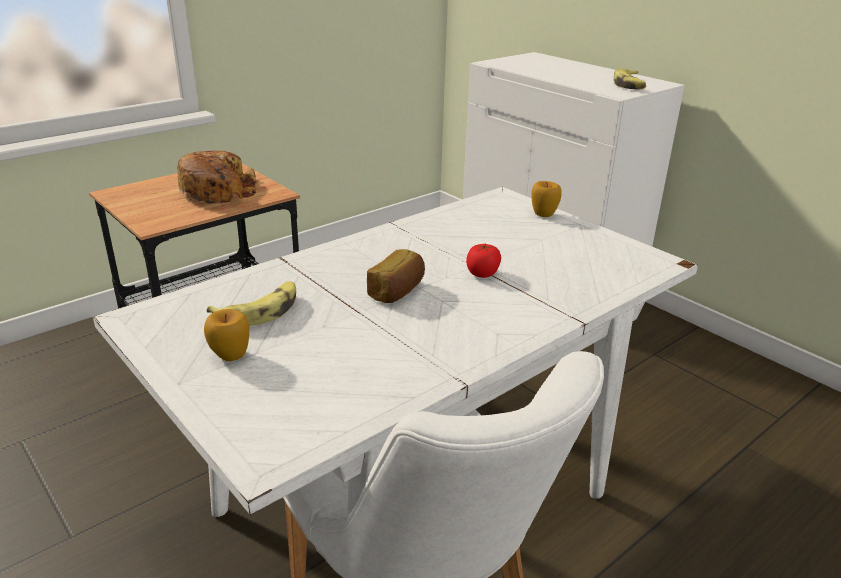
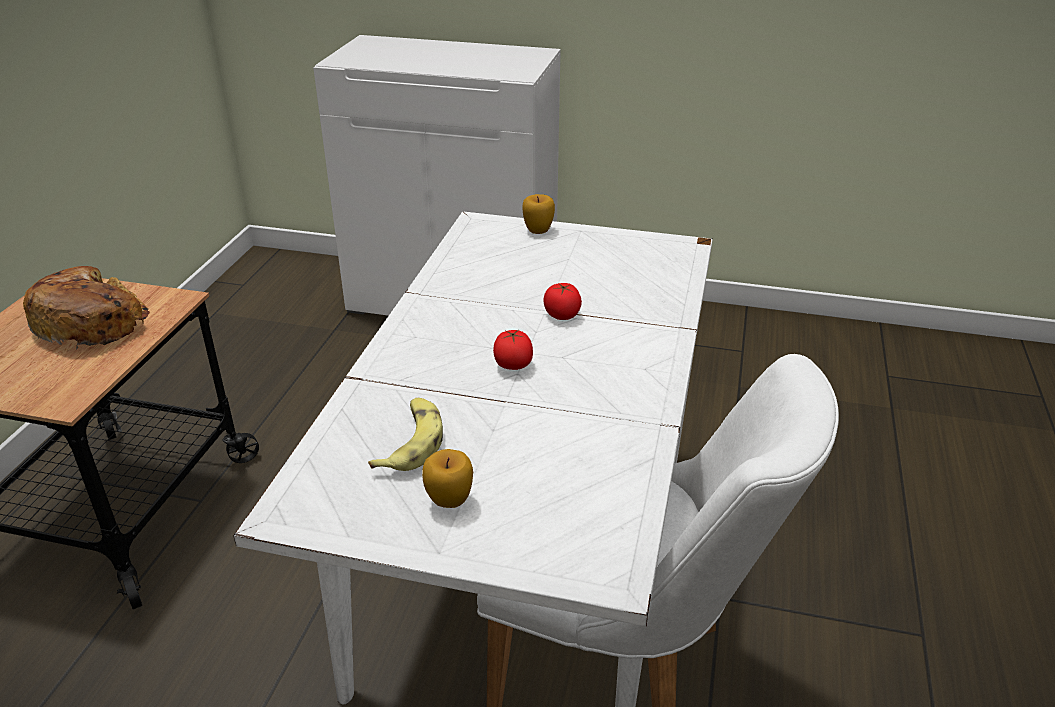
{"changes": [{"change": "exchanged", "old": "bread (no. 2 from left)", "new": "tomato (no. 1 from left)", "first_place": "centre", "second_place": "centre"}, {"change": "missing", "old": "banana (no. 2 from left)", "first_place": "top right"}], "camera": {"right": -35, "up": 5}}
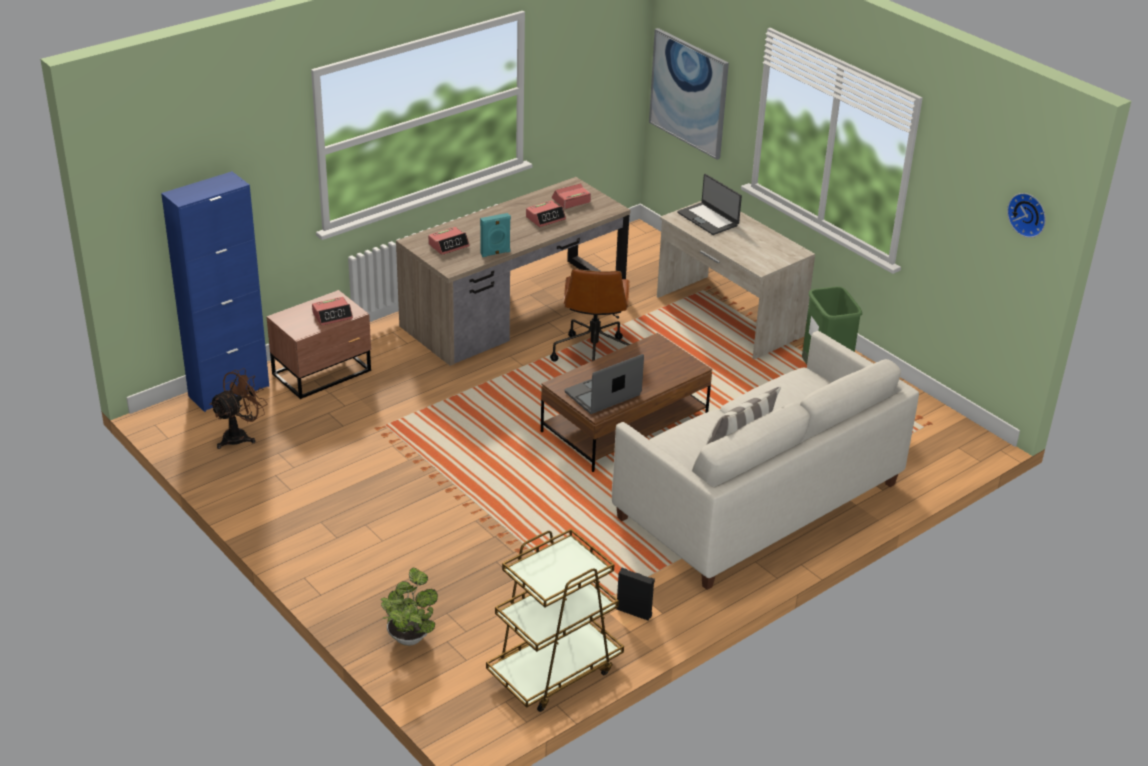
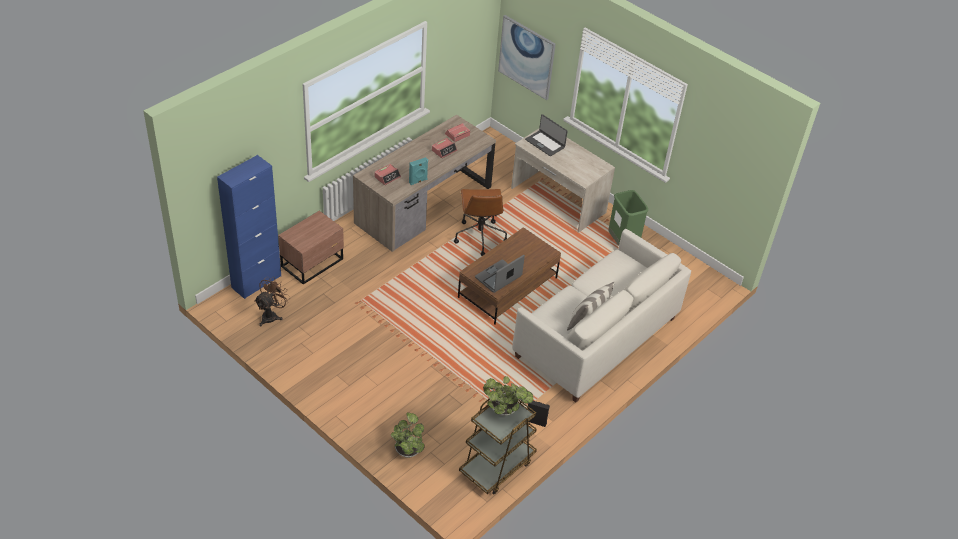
{"changes": [{"change": "missing", "old": "alarm clock (no. 1 from left)", "first_place": "middle left"}, {"change": "missing", "old": "wall clock", "first_place": "top right"}, {"change": "appeared", "new": "potted plant (no. 2 from left)", "second_place": "bottom centre"}], "camera": {"right": -10, "up": 10}}
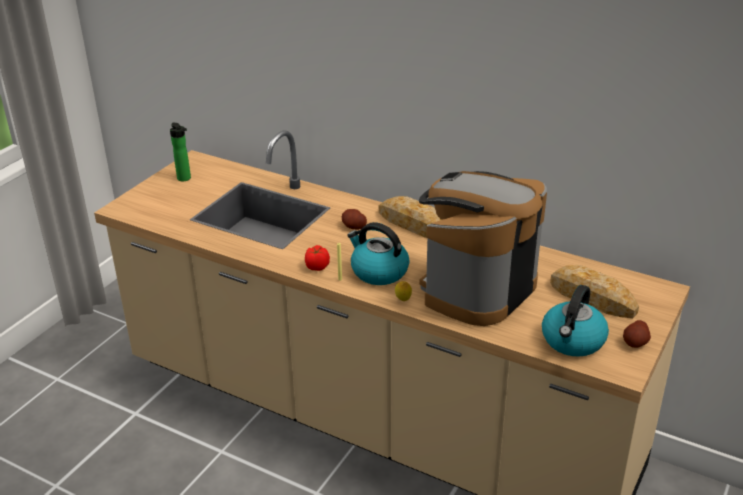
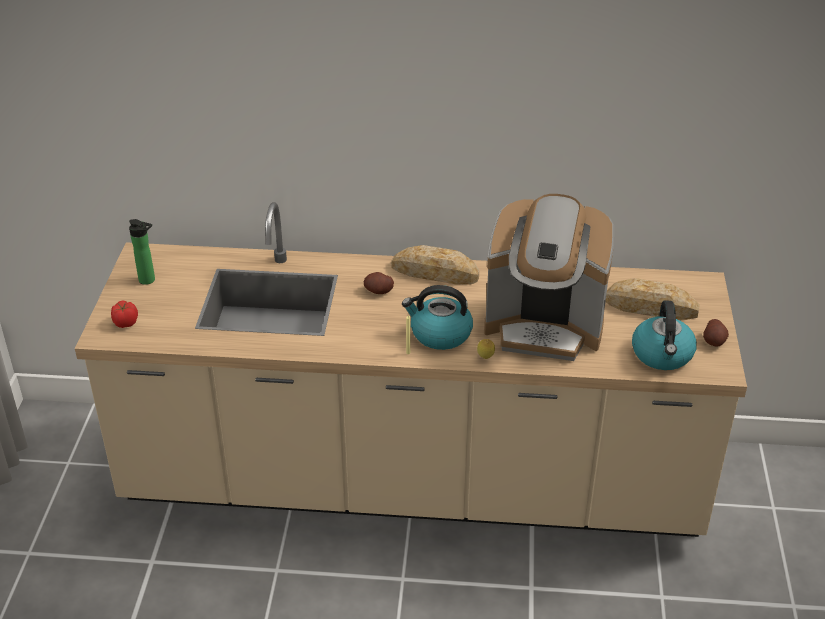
{"changes": [{"change": "relocated", "old": "tomato", "first_place": "centre", "second_place": "middle left"}, {"change": "spun", "old": "coffee machine", "first_place": "centre", "second_place": "centre", "degrees": -90}], "camera": {"right": -25, "up": 5}}
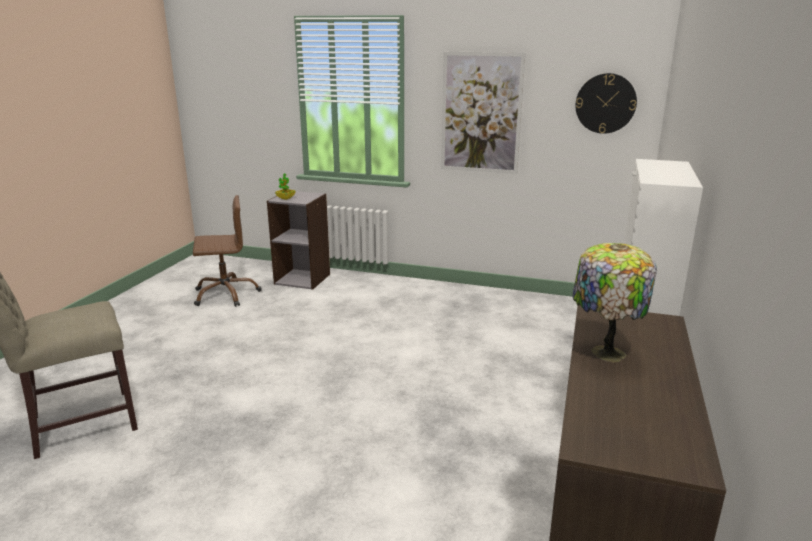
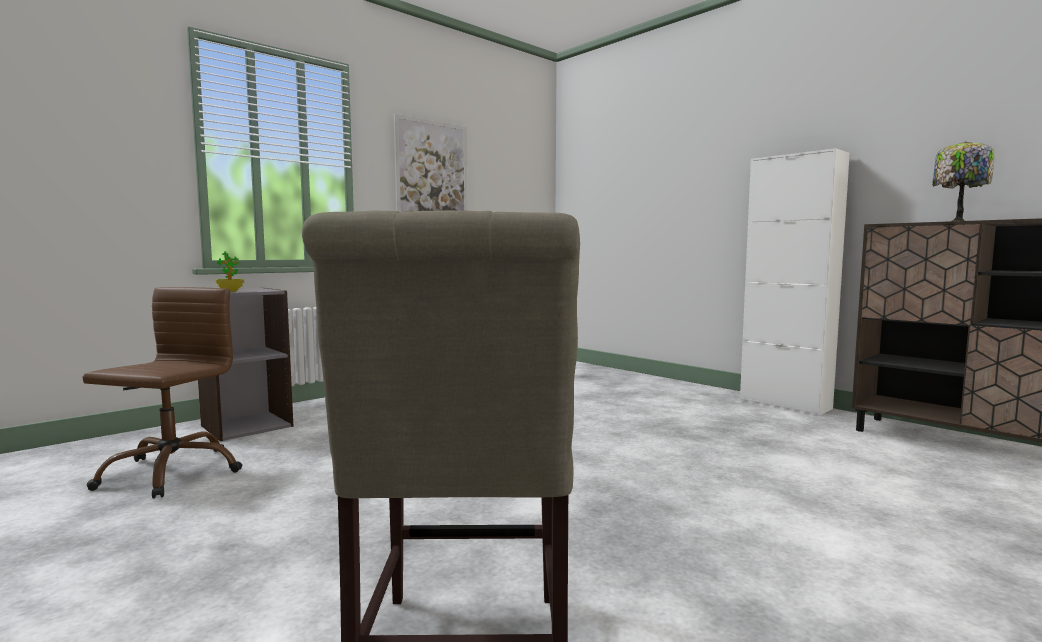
{"changes": [{"change": "missing", "old": "wall clock", "first_place": "top right"}], "camera": {"right": -60, "up": -15}}
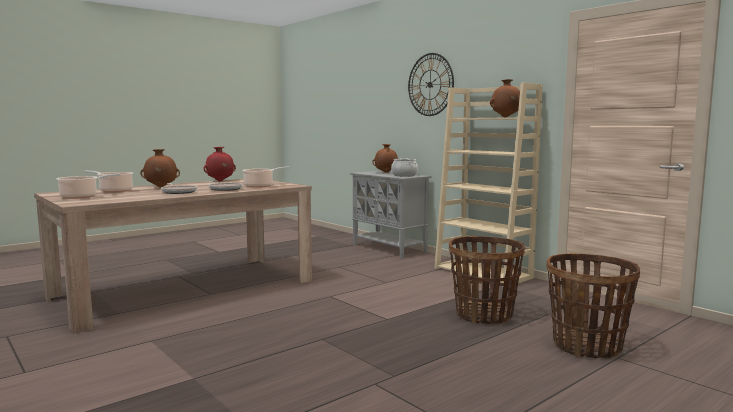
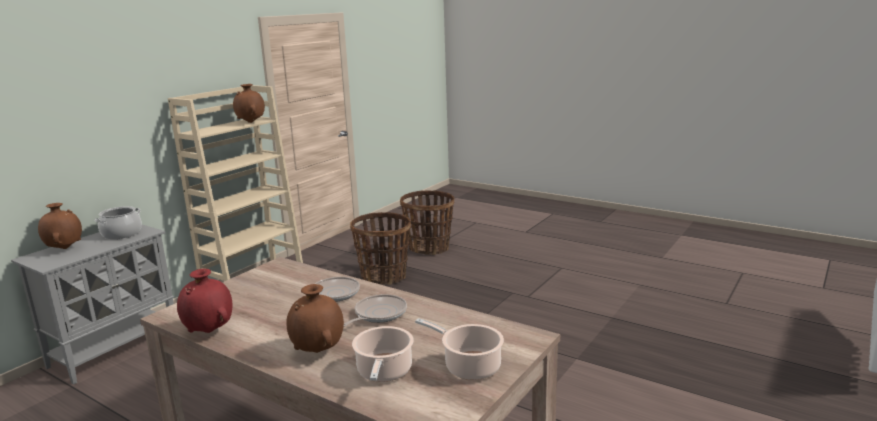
{"changes": [{"change": "missing", "old": "cooking pot (no. 3 from left)", "first_place": "centre"}, {"change": "missing", "old": "wall clock", "first_place": "top centre"}], "camera": {"right": -105, "up": 10}}
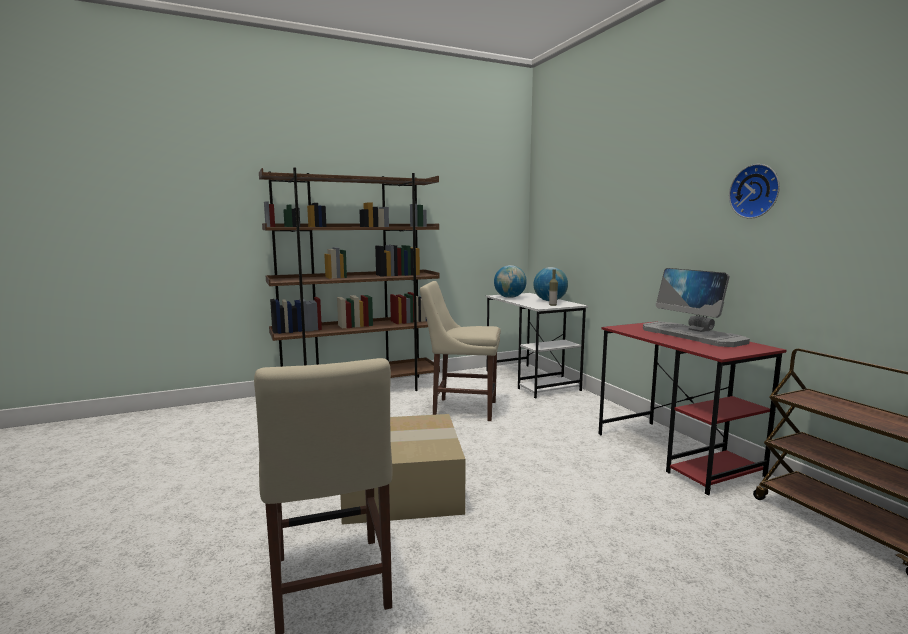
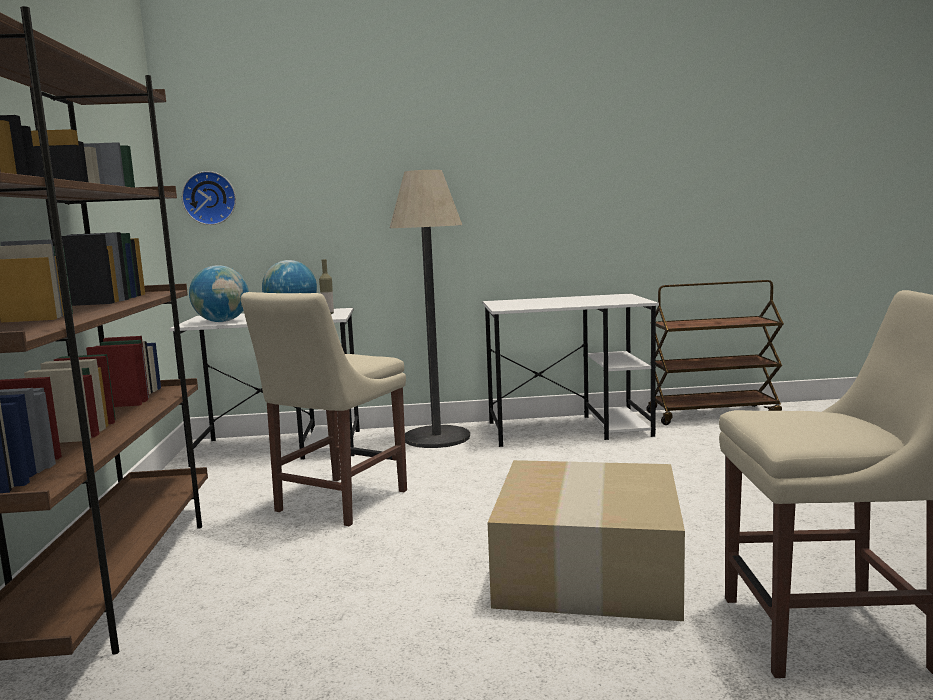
{"changes": [{"change": "colour", "old": "desk/red", "new": "desk/white (no. 2 from left)", "first_place": "middle right", "second_place": "centre"}, {"change": "missing", "old": "monitor", "first_place": "middle right"}, {"change": "relocated", "old": "wall clock", "first_place": "top right", "second_place": "top left"}, {"change": "appeared", "new": "floor lamp", "second_place": "centre"}], "camera": {"right": -70, "up": 0}}
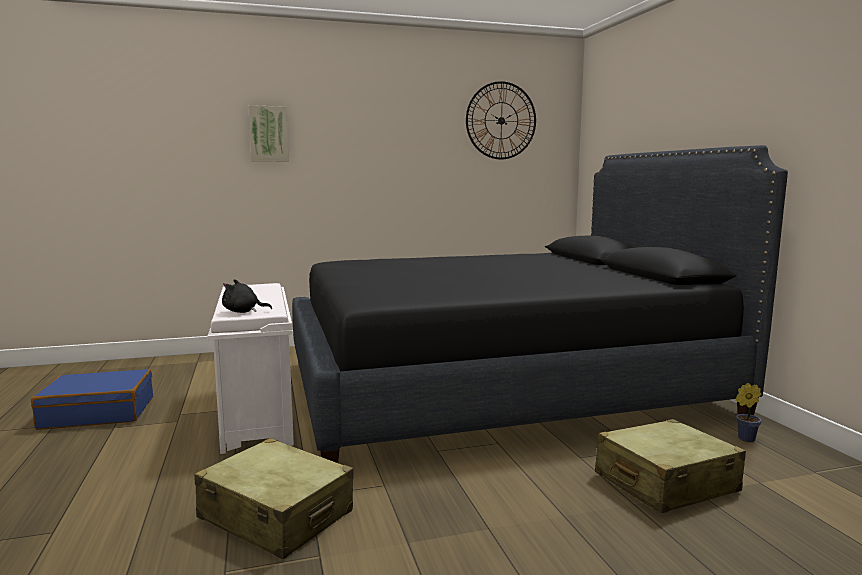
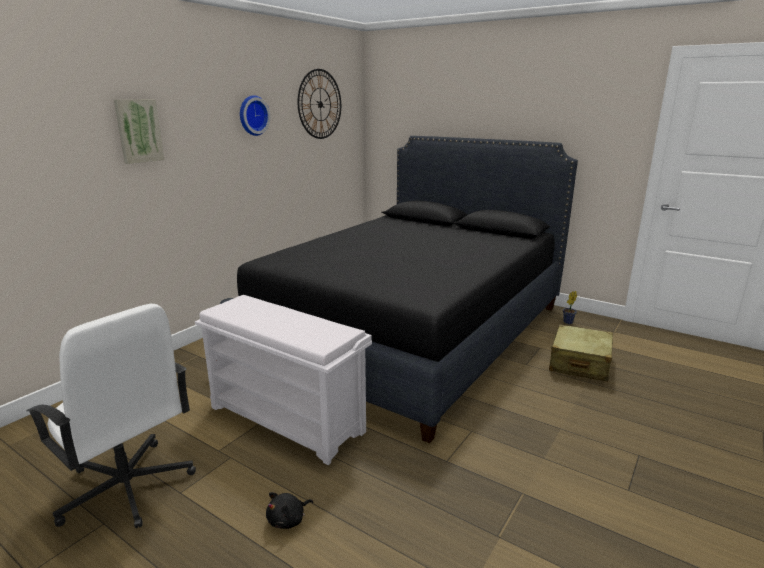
{"changes": [{"change": "exchanged", "old": "suitcase/blue", "new": "office chair/white", "first_place": "bottom left", "second_place": "bottom left"}, {"change": "missing", "old": "suitcase/beige (no. 1 from left)", "first_place": "bottom left"}, {"change": "relocated", "old": "plush toy/black", "first_place": "middle left", "second_place": "bottom centre"}, {"change": "appeared", "new": "wall clock (no. 1 from left)", "second_place": "top centre"}], "camera": {"right": -40, "up": 10}}
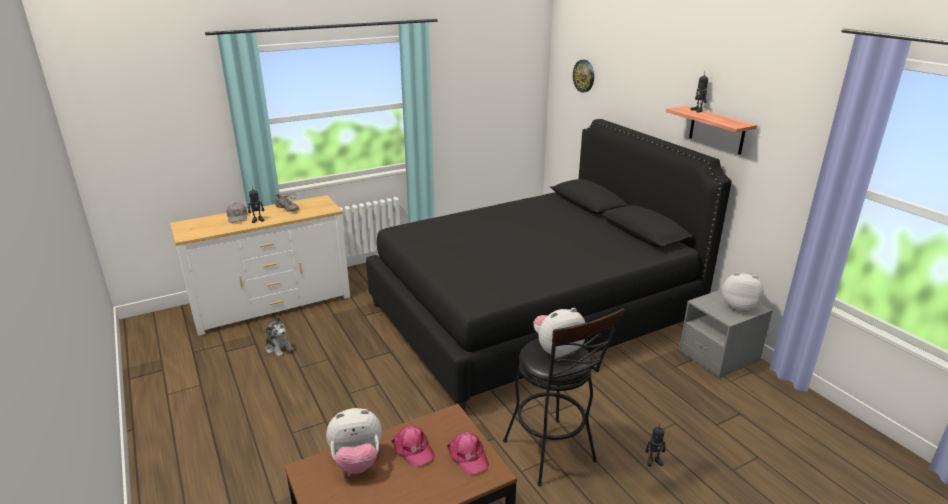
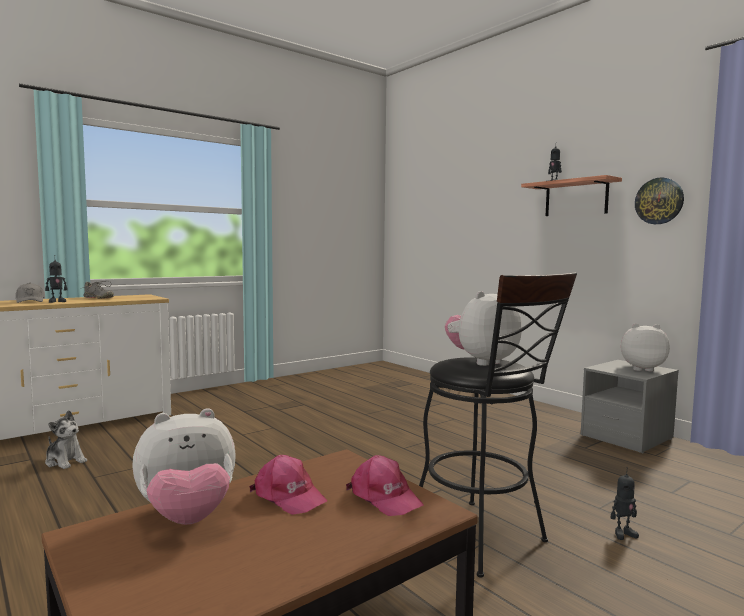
{"changes": [{"change": "missing", "old": "bed/black", "first_place": "centre"}, {"change": "relocated", "old": "wall clock", "first_place": "top centre", "second_place": "top right"}], "camera": {"right": -10, "up": -20}}
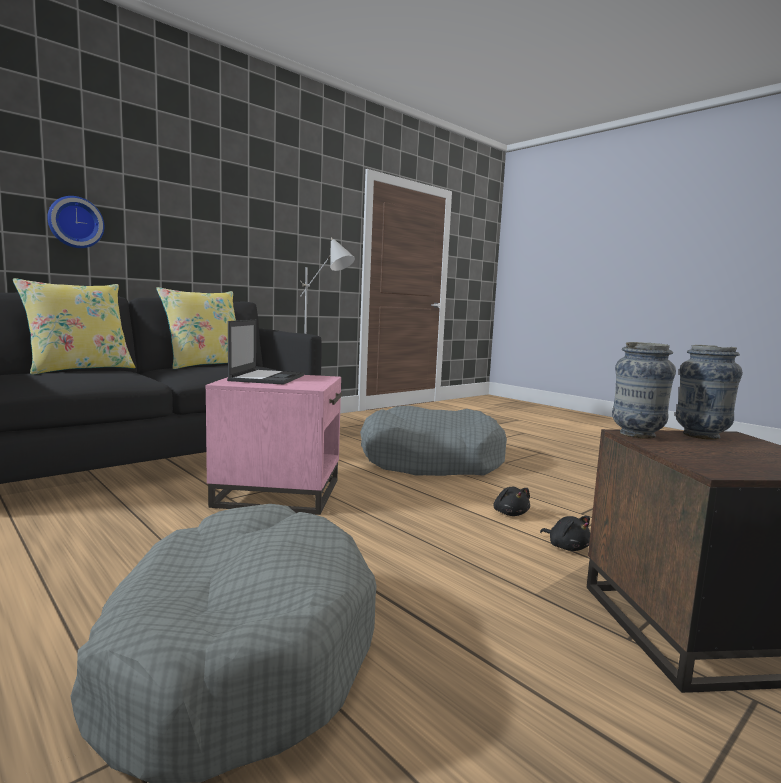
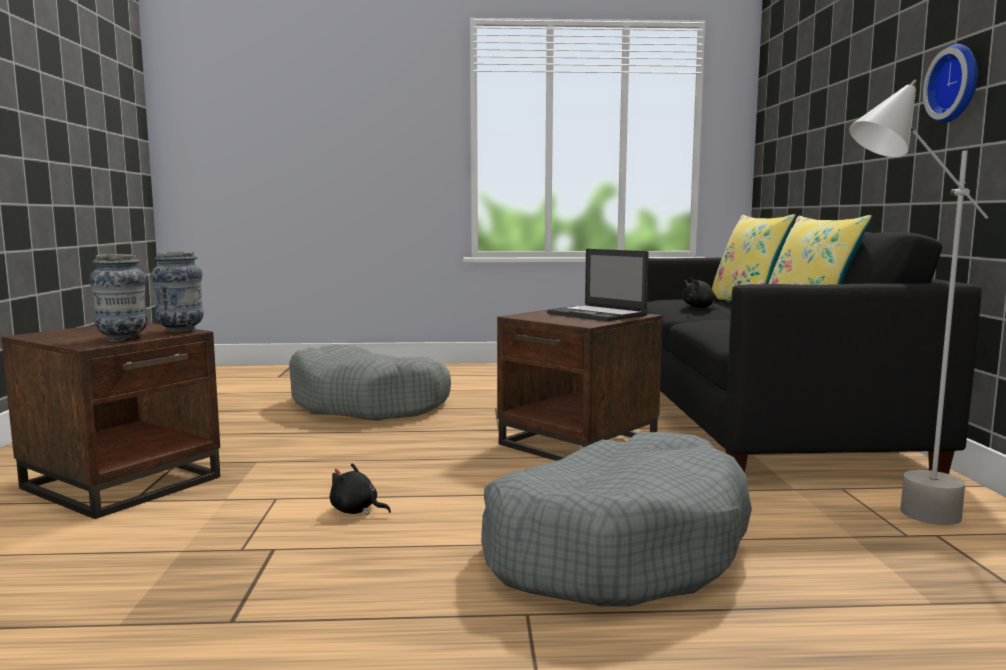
{"changes": [{"change": "relocated", "old": "wall clock", "first_place": "top left", "second_place": "top right"}, {"change": "colour", "old": "side table/pink", "new": "side table/brown (no. 2 from left)", "first_place": "centre", "second_place": "centre"}, {"change": "relocated", "old": "plush toy/black (no. 2 from left)", "first_place": "bottom right", "second_place": "middle right"}], "camera": {"right": 130, "up": 0}}
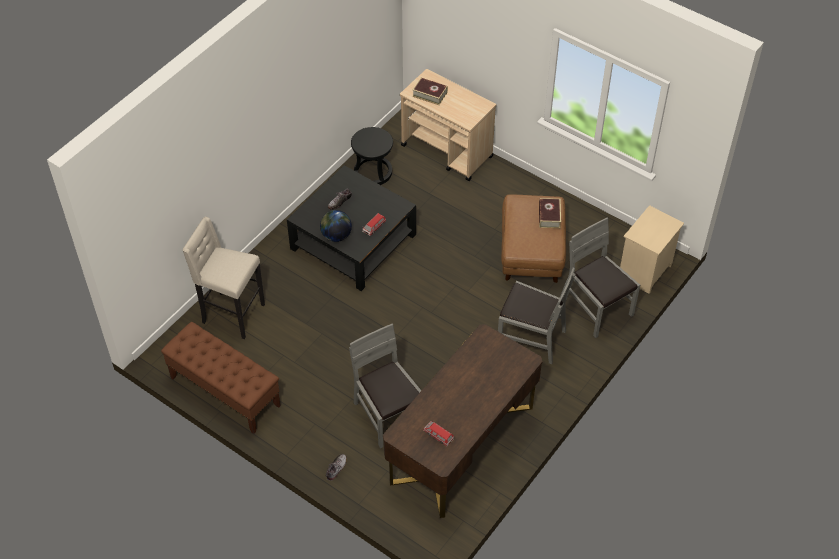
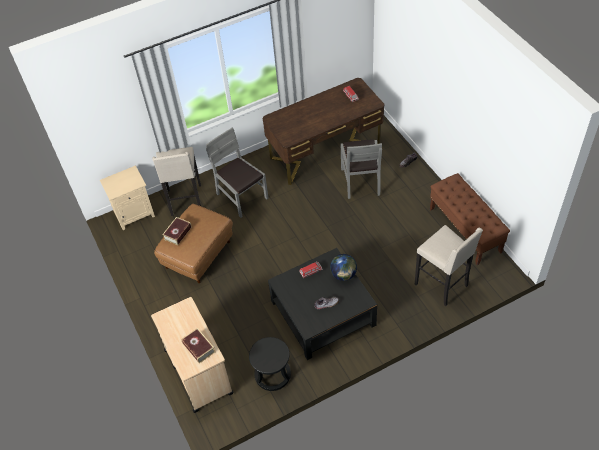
{"changes": [{"change": "exchanged", "old": "chair/grey (no. 3 from left)", "new": "stool/beige (no. 1 from left)", "first_place": "middle right", "second_place": "middle left"}], "camera": {"right": -150, "up": 0}}
